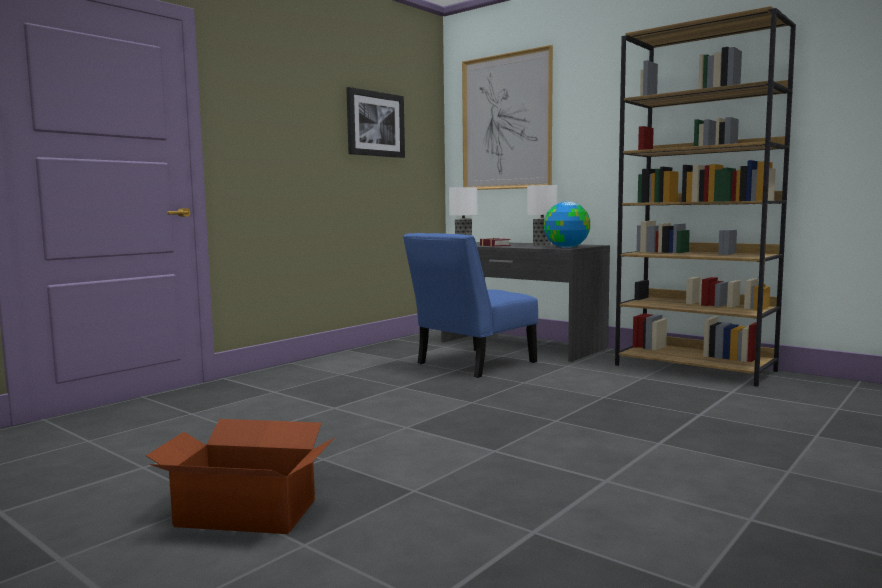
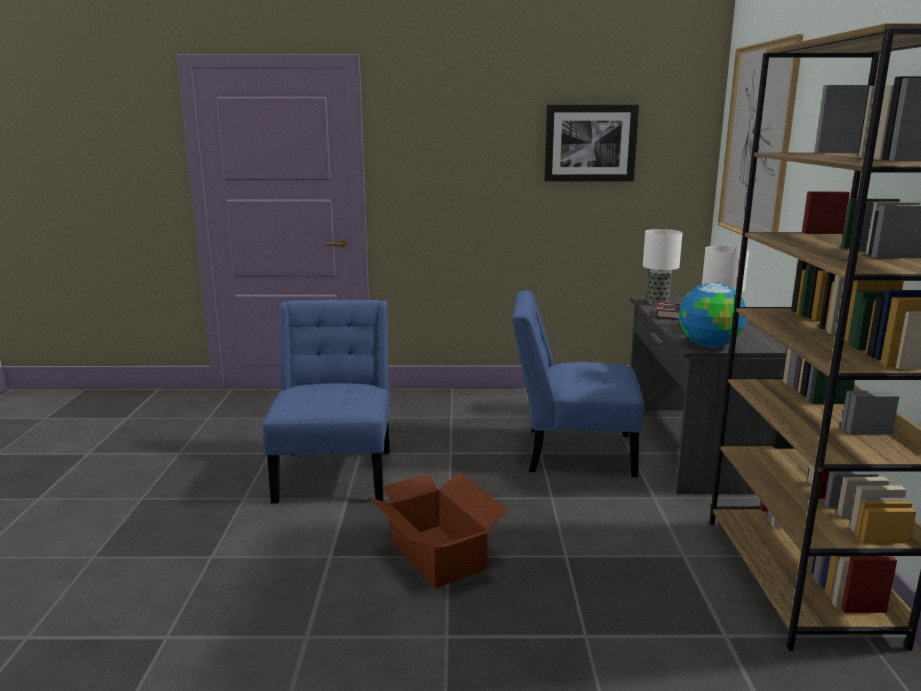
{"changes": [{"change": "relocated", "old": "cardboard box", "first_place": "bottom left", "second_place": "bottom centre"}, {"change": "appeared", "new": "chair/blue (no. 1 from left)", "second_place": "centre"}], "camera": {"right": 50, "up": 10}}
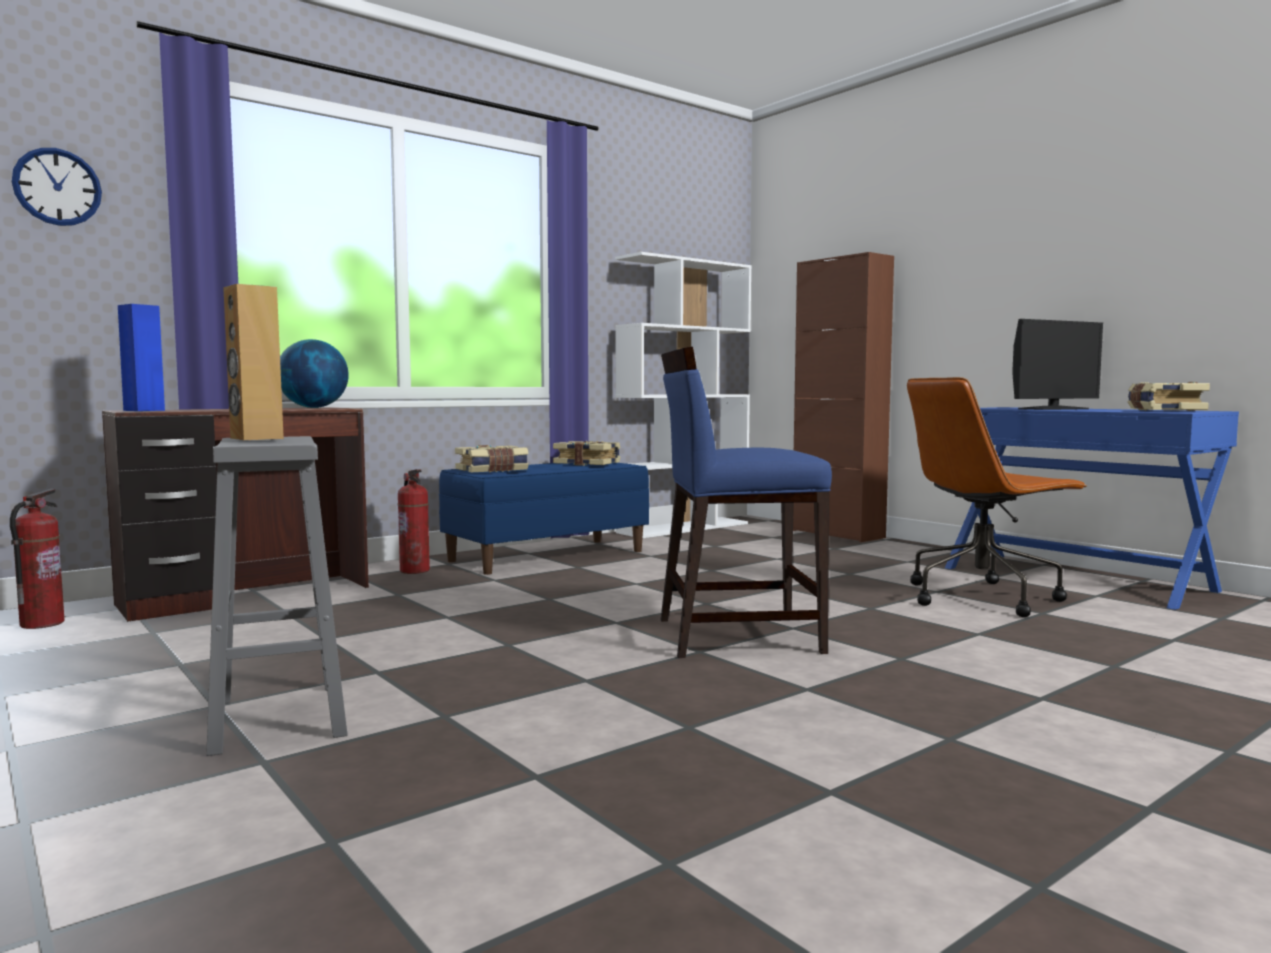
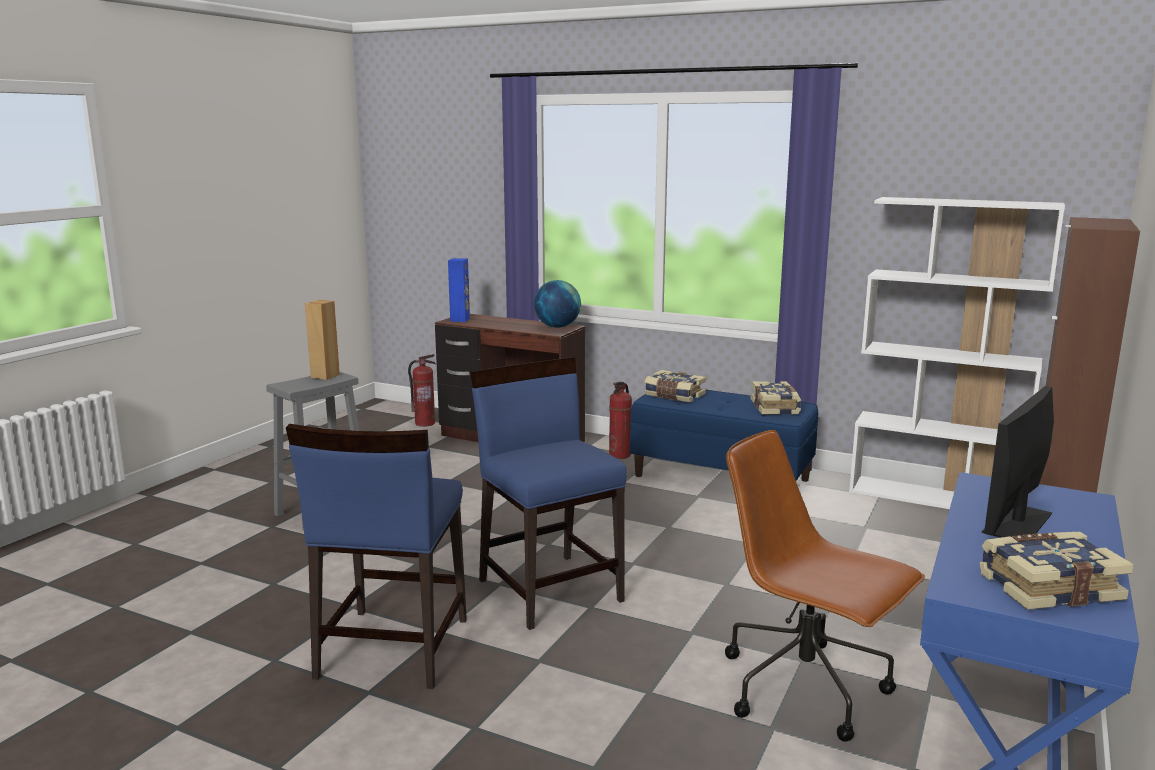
{"changes": [{"change": "missing", "old": "wall clock", "first_place": "top left"}, {"change": "spun", "old": "monitor", "first_place": "middle right", "second_place": "middle right", "degrees": 90}, {"change": "appeared", "new": "chair/blue (no. 1 from left)", "second_place": "bottom left"}], "camera": {"right": 65, "up": 10}}
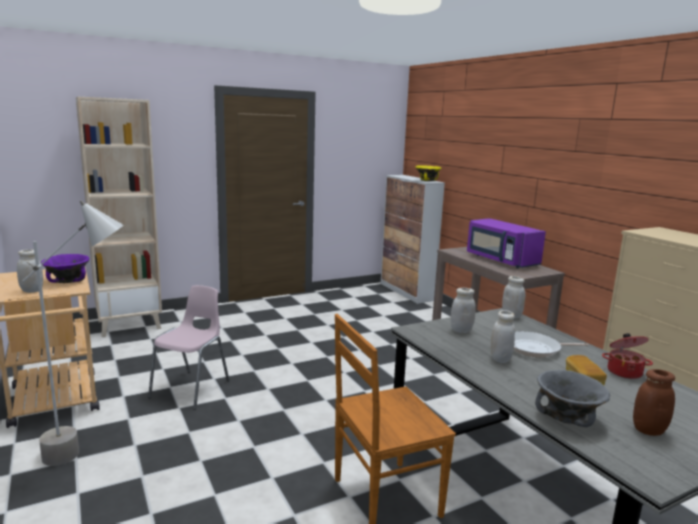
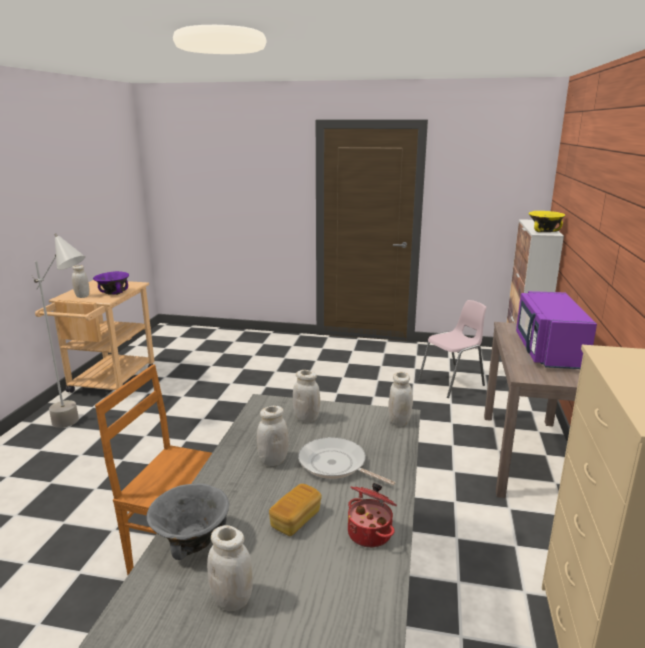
{"changes": [{"change": "missing", "old": "bookcase/beige", "first_place": "middle left"}, {"change": "relocated", "old": "chair/pink", "first_place": "middle left", "second_place": "middle right"}, {"change": "colour", "old": "jar/brown", "new": "jar/white (no. 2 from left)", "first_place": "bottom right", "second_place": "bottom centre"}], "camera": {"right": 40, "up": 5}}
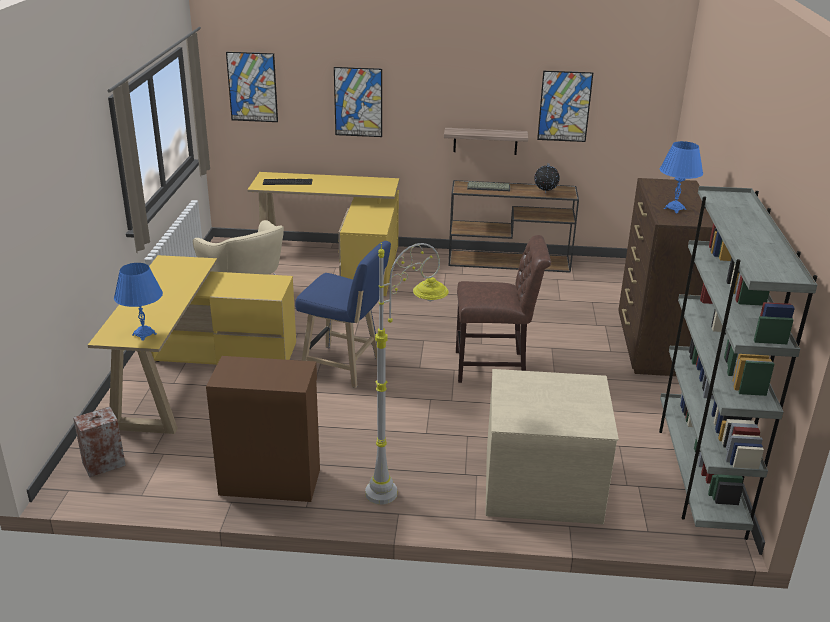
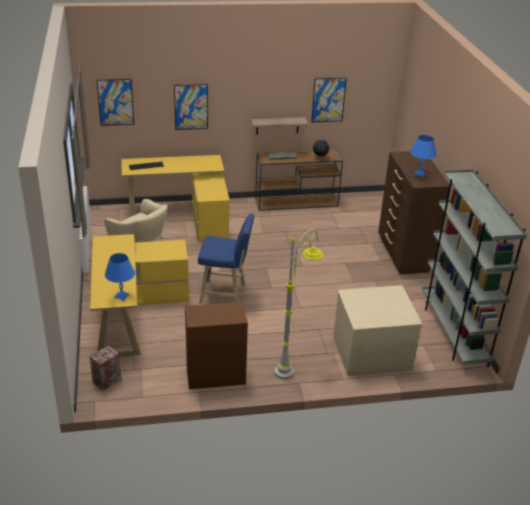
{"changes": [{"change": "missing", "old": "chair/brown", "first_place": "centre"}], "camera": {"right": -15, "up": 5}}
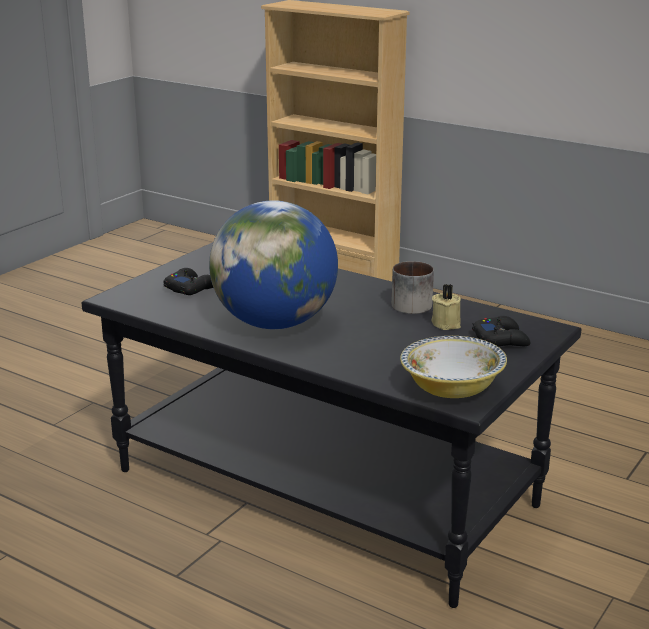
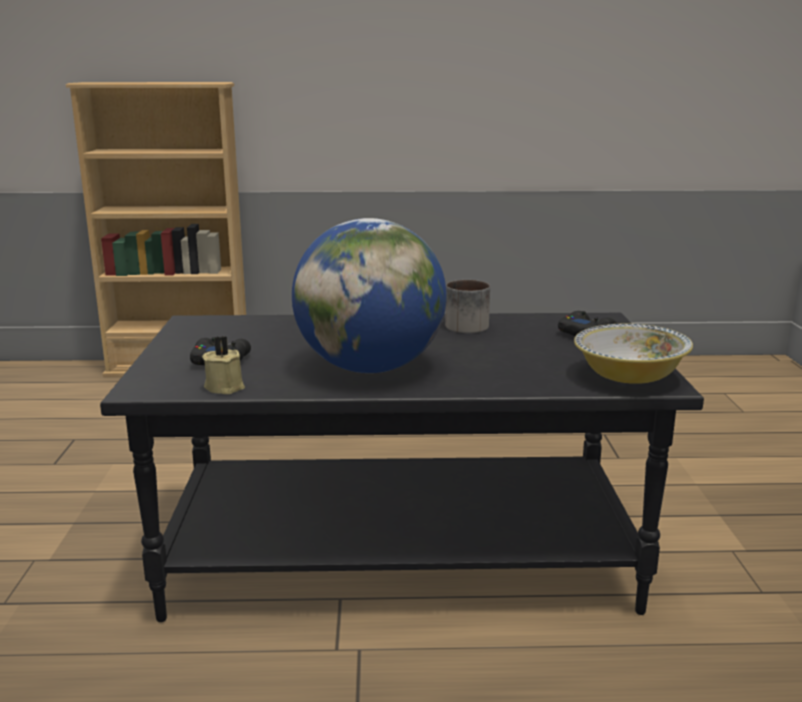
{"changes": [{"change": "relocated", "old": "candle/beige", "first_place": "middle right", "second_place": "middle left"}], "camera": {"right": -35, "up": -5}}
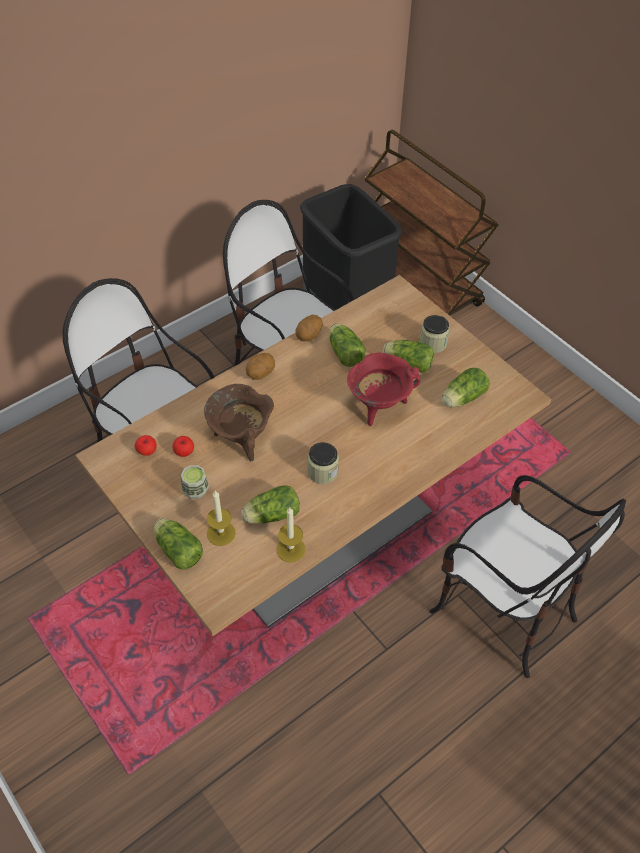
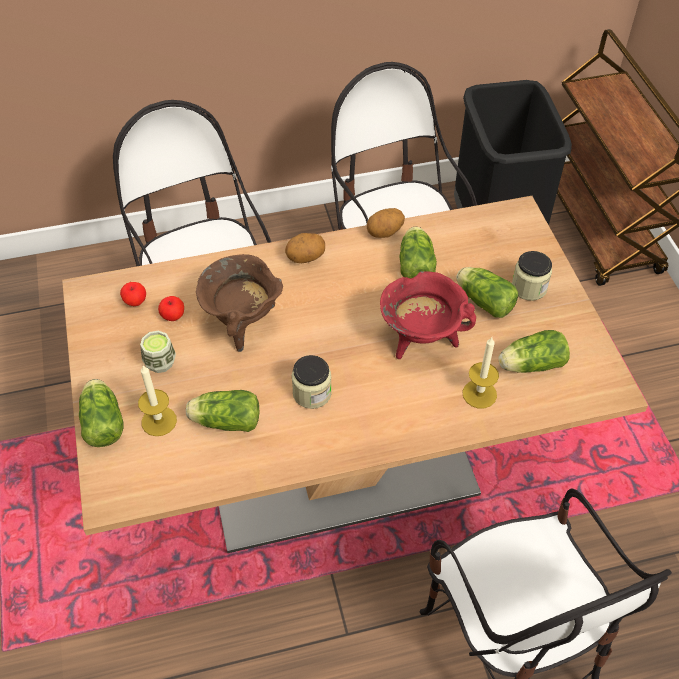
{"changes": [{"change": "relocated", "old": "candle (no. 2 from left)", "first_place": "centre", "second_place": "middle right"}], "camera": {"right": 25, "up": 0}}
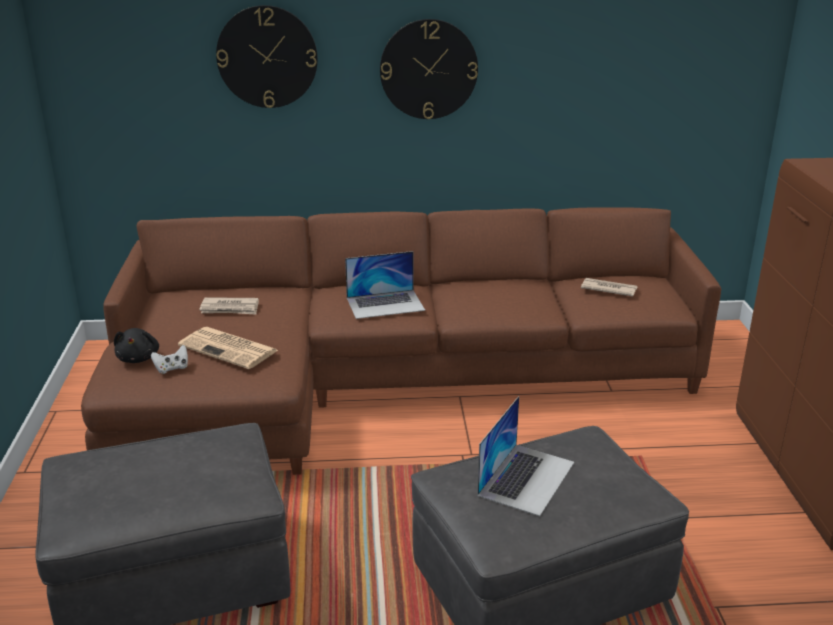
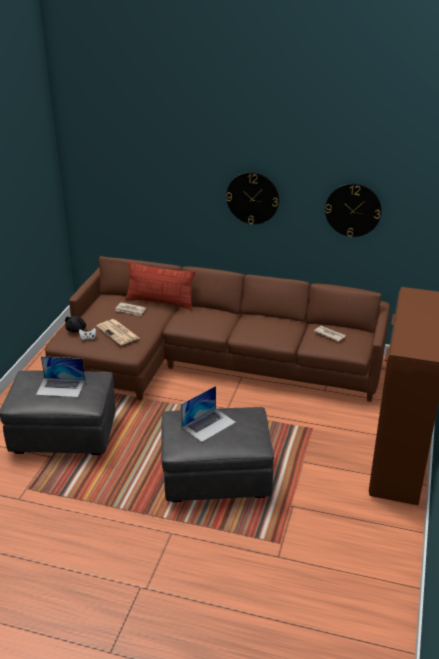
{"changes": [{"change": "relocated", "old": "wall clock (no. 1 from left in the first image)", "new": "wall clock (no. 2 from left)", "first_place": "top left", "second_place": "top right"}, {"change": "relocated", "old": "laptop (no. 1 from left)", "first_place": "centre", "second_place": "middle left"}, {"change": "appeared", "new": "pillow", "second_place": "centre"}], "camera": {"right": 20, "up": 5}}
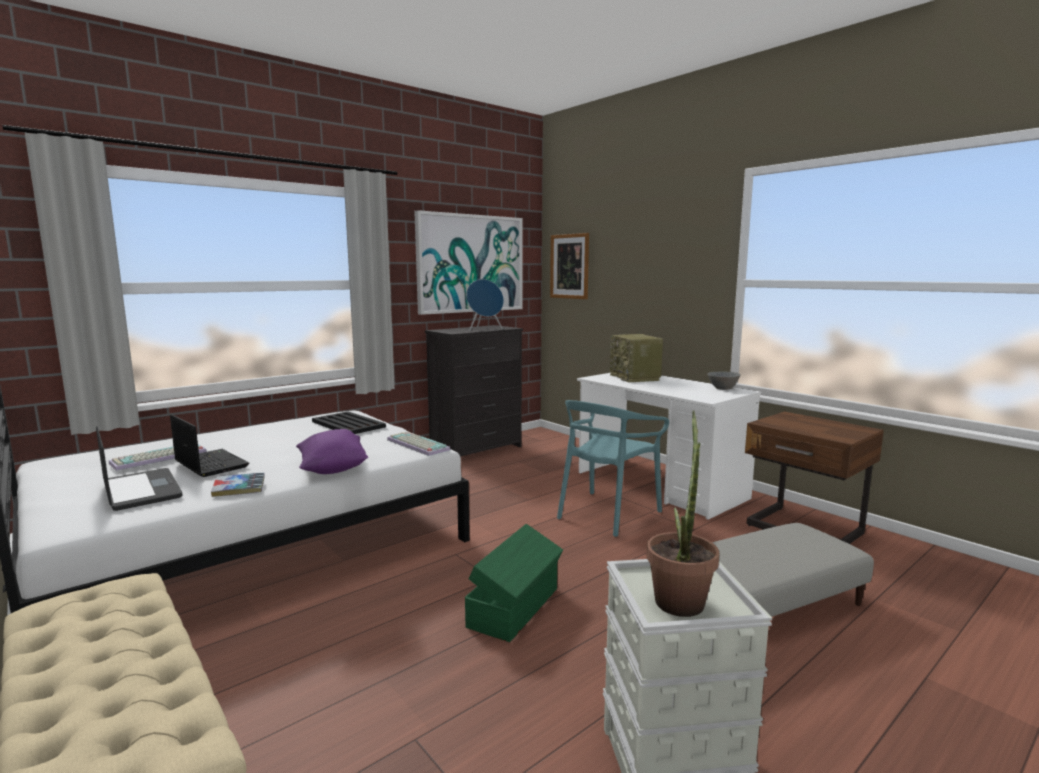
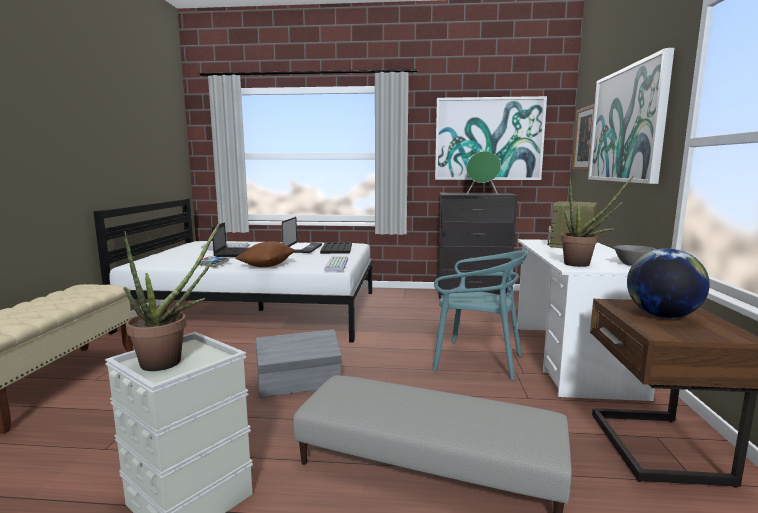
{"changes": [{"change": "relocated", "old": "laptop (no. 1 from left in the first image)", "new": "laptop (no. 2 from left)", "first_place": "middle left", "second_place": "centre"}, {"change": "colour", "old": "pillow/purple", "new": "pillow/brown", "first_place": "middle left", "second_place": "centre"}, {"change": "colour", "old": "storage box/green", "new": "storage box/grey (no. 2 from left)", "first_place": "bottom centre", "second_place": "bottom centre"}, {"change": "colour", "old": "speaker/blue", "new": "speaker/green", "first_place": "centre", "second_place": "centre"}, {"change": "spun", "old": "chair/turquoise", "first_place": "centre", "second_place": "centre", "degrees": -150}, {"change": "appeared", "new": "potted plant (no. 2 from left)", "second_place": "middle right"}, {"change": "appeared", "new": "picture (no. 3 from left)", "second_place": "top right"}, {"change": "appeared", "new": "globe", "second_place": "middle right"}], "camera": {"right": 45, "up": 0}}
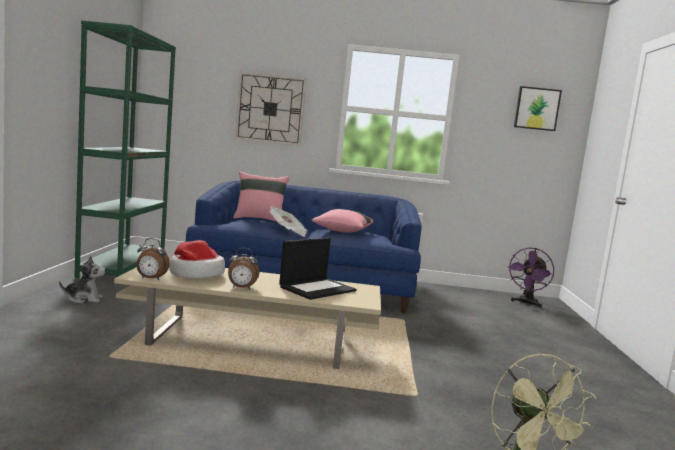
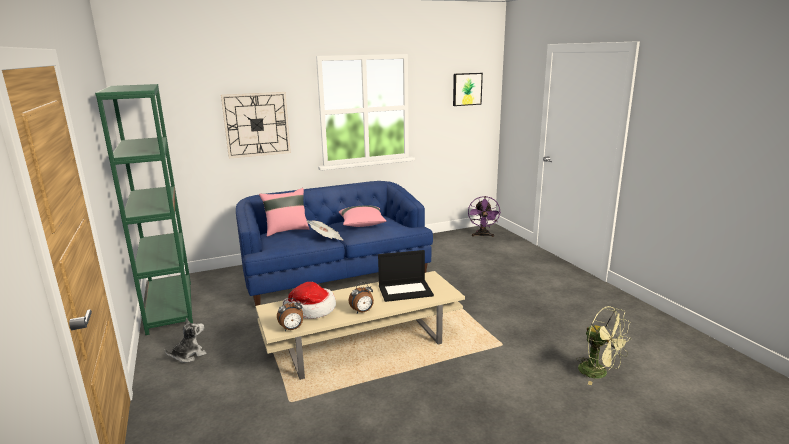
{"changes": [{"change": "spun", "old": "laptop", "first_place": "centre", "second_place": "centre", "degrees": 60}], "camera": {"right": -25, "up": 10}}
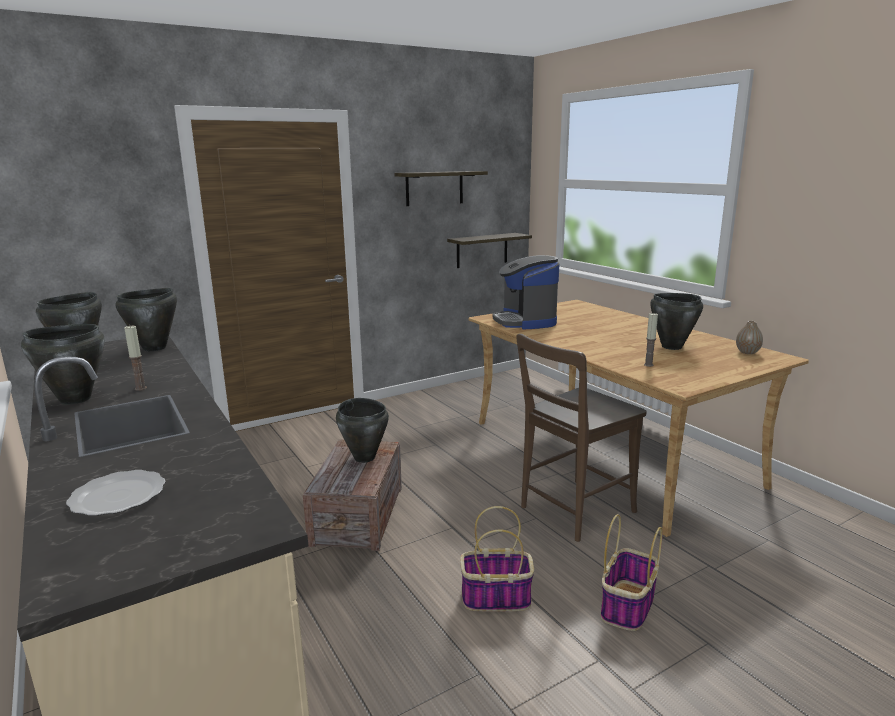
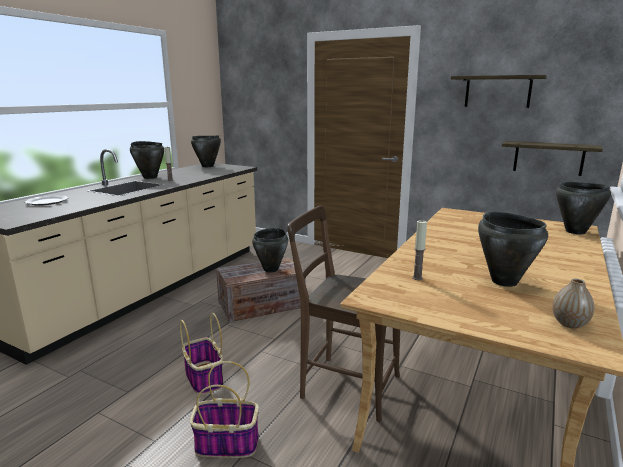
{"changes": [{"change": "relocated", "old": "cooking pot/black (no. 3 from left in the first image)", "new": "cooking pot/black (no. 5 from left)", "first_place": "middle left", "second_place": "middle right"}, {"change": "missing", "old": "coffee machine", "first_place": "centre"}], "camera": {"right": 60, "up": 0}}
